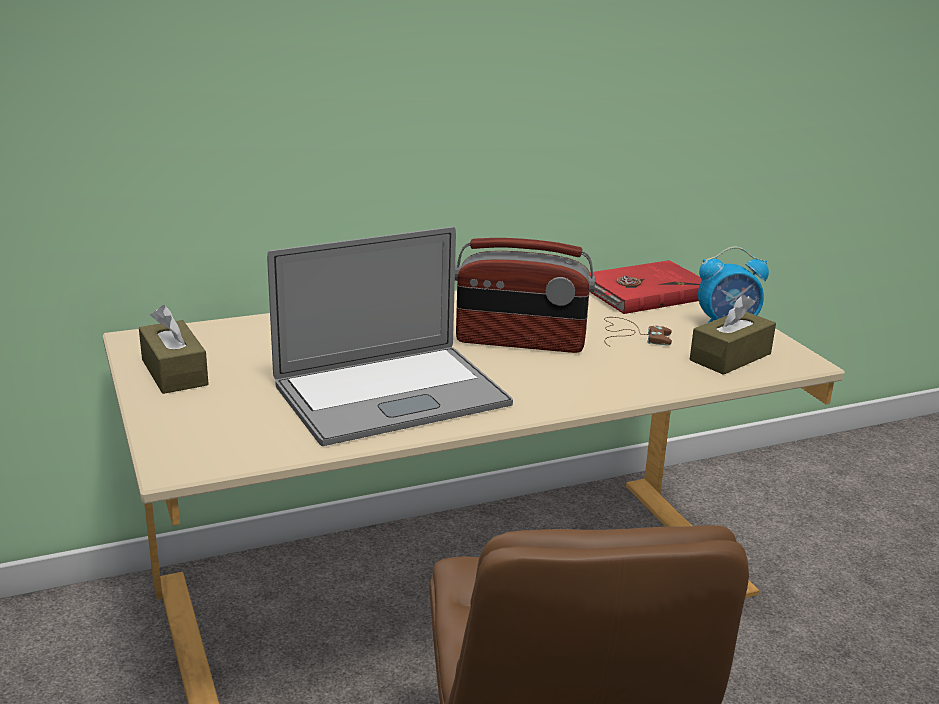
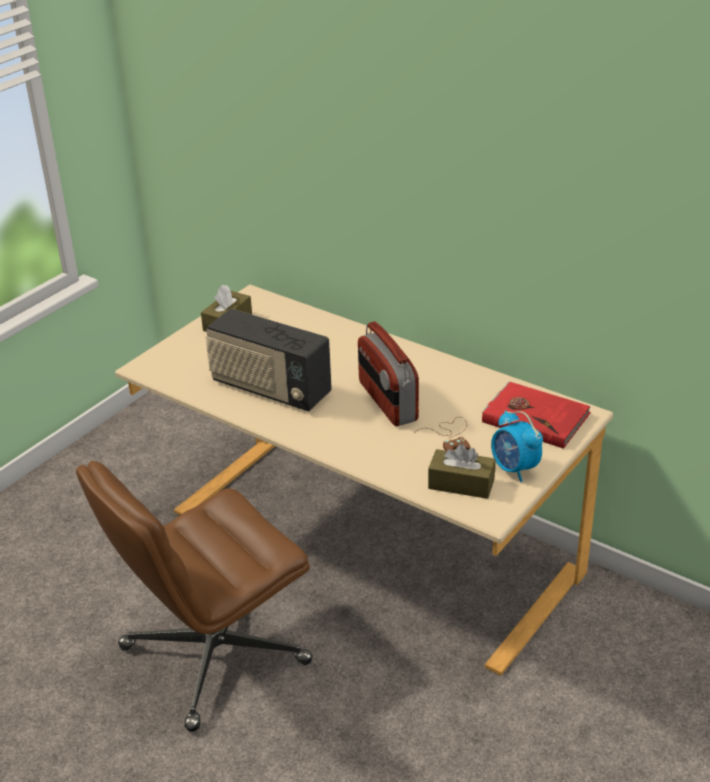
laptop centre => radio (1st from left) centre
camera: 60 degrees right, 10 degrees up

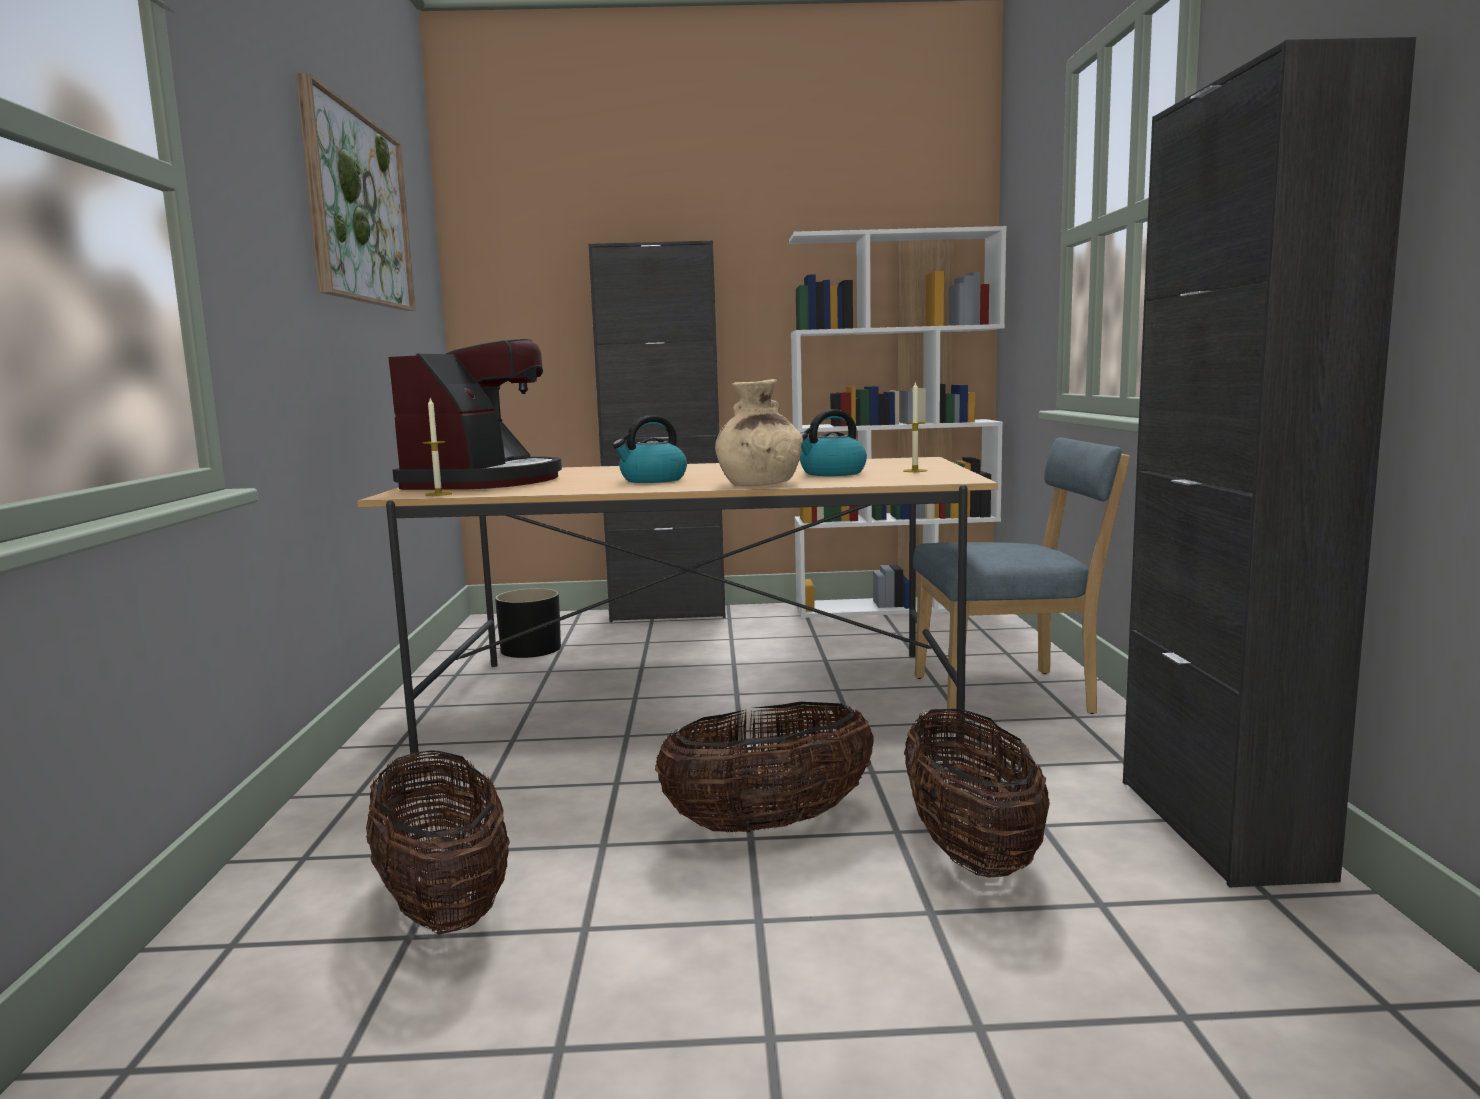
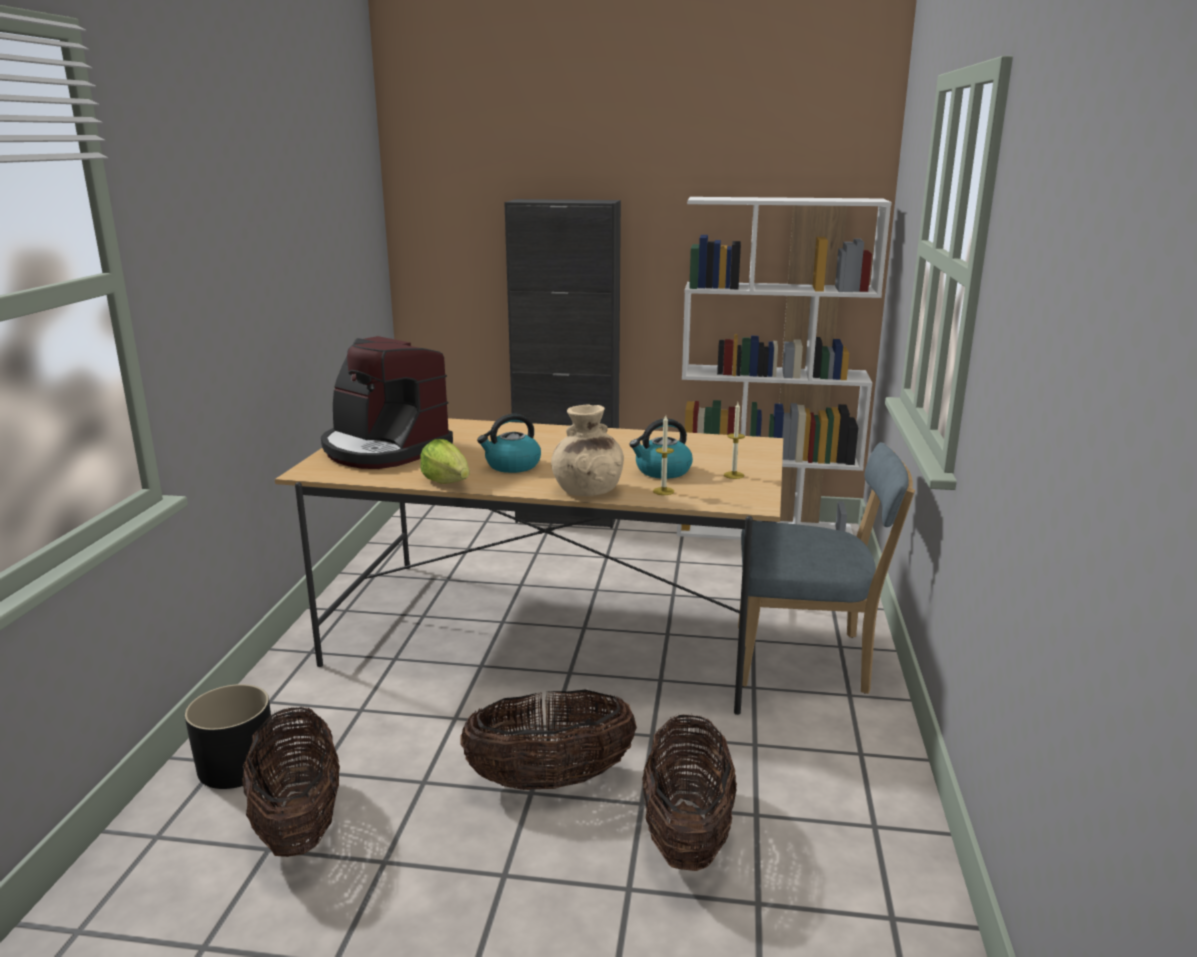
planter/black centre => planter/black bottom left, moved
coffee machine middle left, 105 degrees clockwise
nothing => lettuce centre
candle (1st from left) middle left => candle (1st from left) centre, moved
picture top left => nothing
cabinet/black (2nd from left) middle right => nothing
camera: 10 degrees right, 10 degrees up

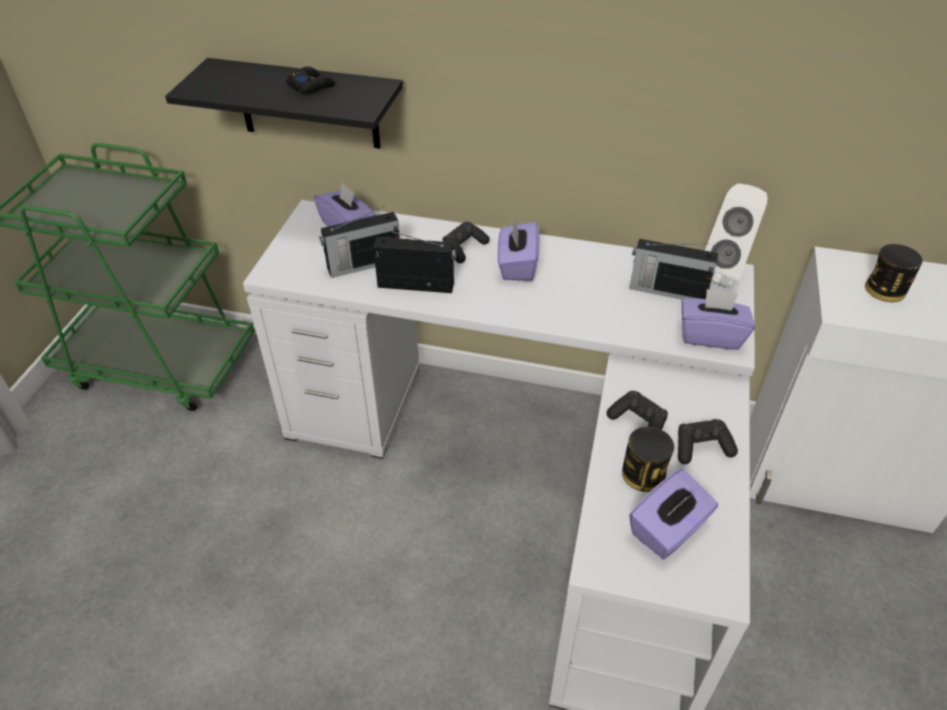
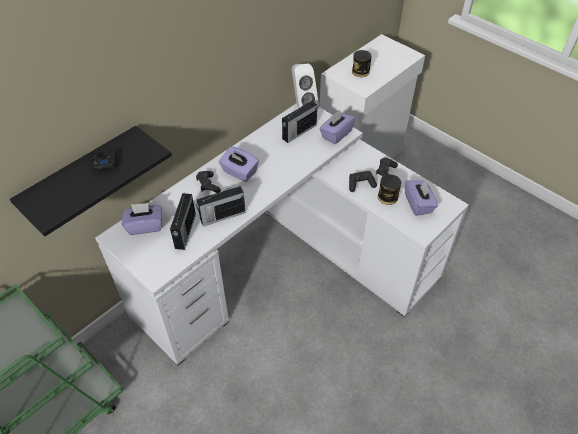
radio (2nd from left) centre, 150 degrees counterclockwise
camera: 60 degrees left, 5 degrees up

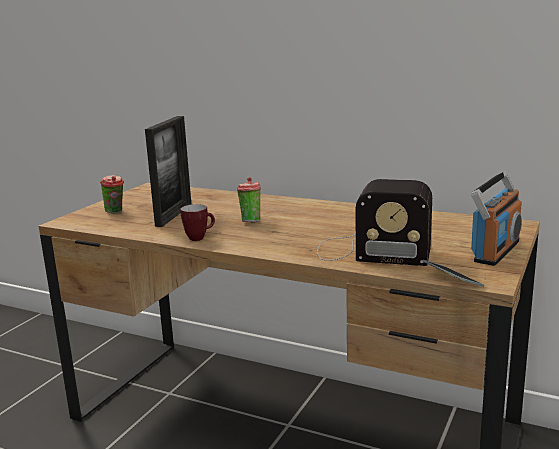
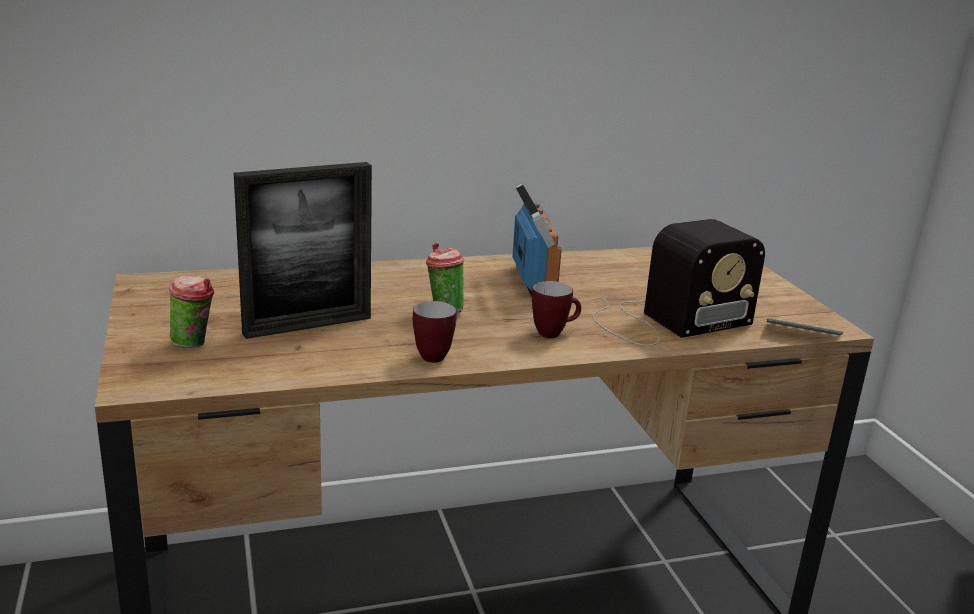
picture frame middle left, 90 degrees clockwise
radio (2nd from left in the first image) middle right => radio (1st from left) centre, moved
nothing => mug (2nd from left) centre
camera: 45 degrees left, 5 degrees up

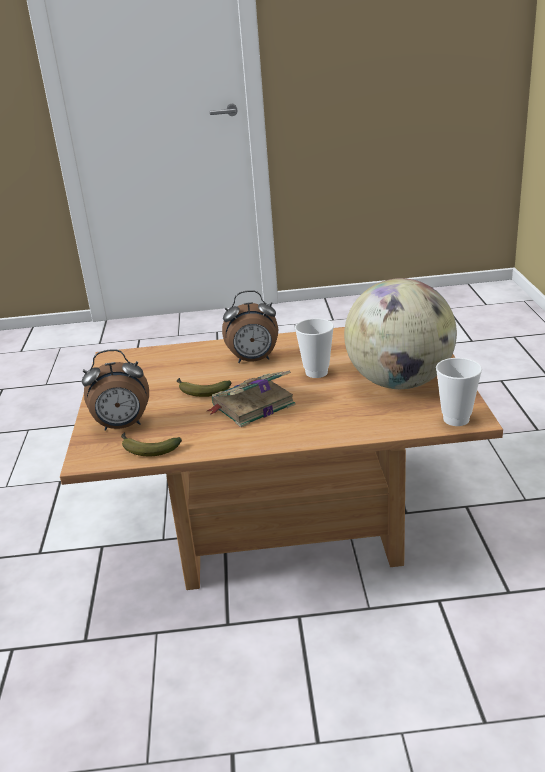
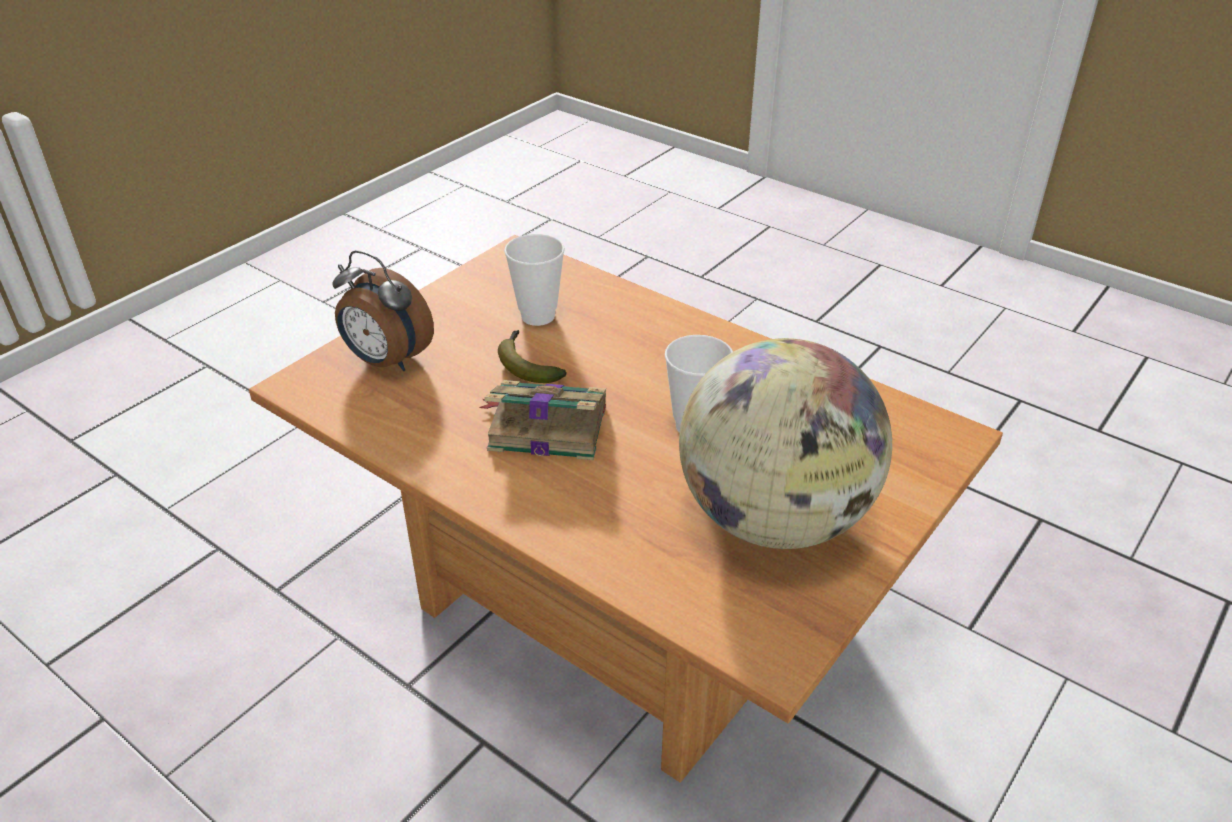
cup (2nd from left in the first image) middle right => cup (1st from left) centre, moved
banana (1st from left) middle left => nothing
alarm clock (2nd from left) centre => nothing
camera: 40 degrees right, 10 degrees up

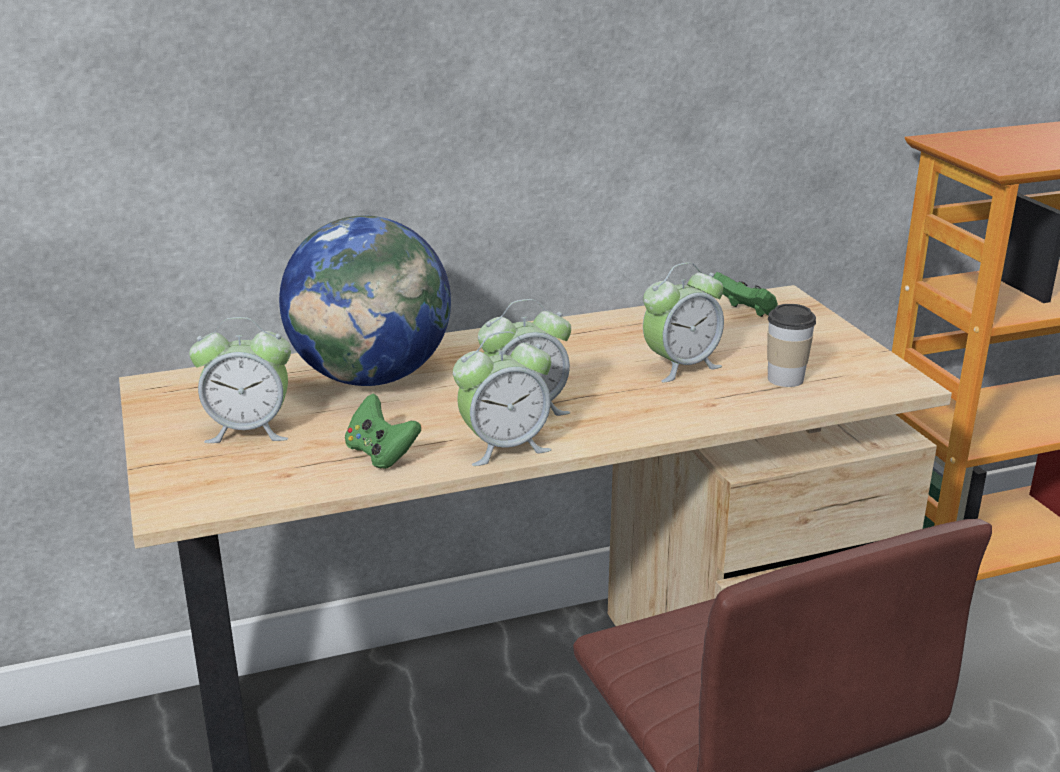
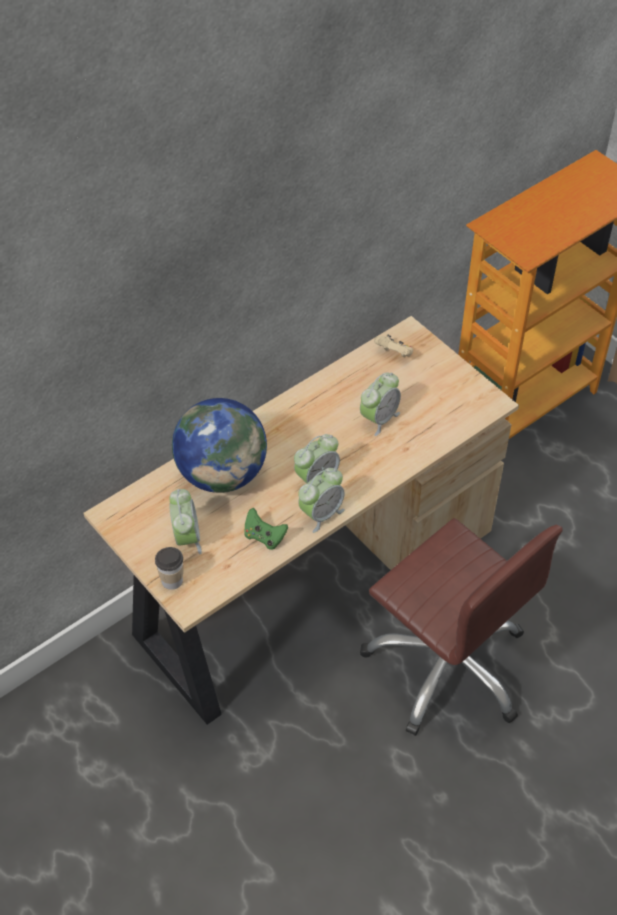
cup middle right => cup middle left, moved
alarm clock (1st from left) middle left, 75 degrees counterclockwise
game controller/green (2nd from left) middle right => game controller/beige centre
camera: 20 degrees left, 25 degrees up

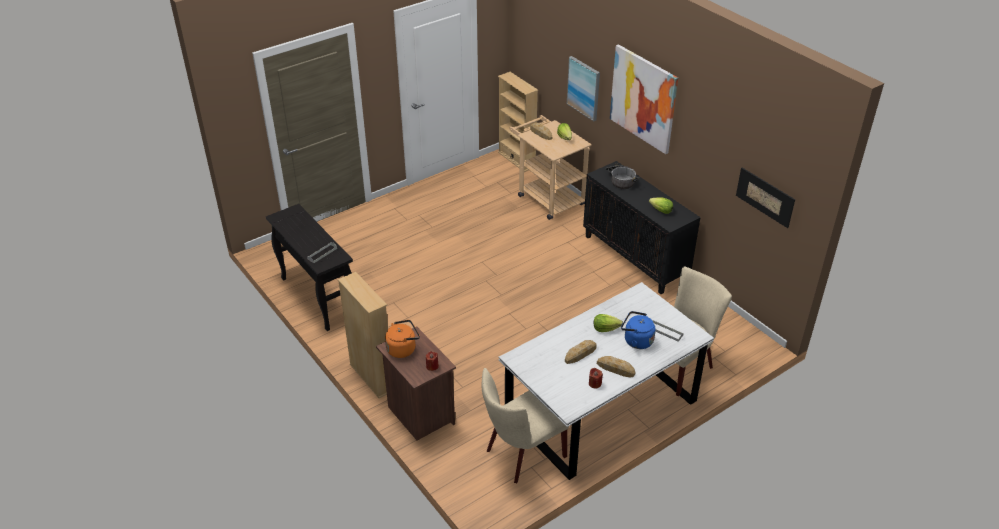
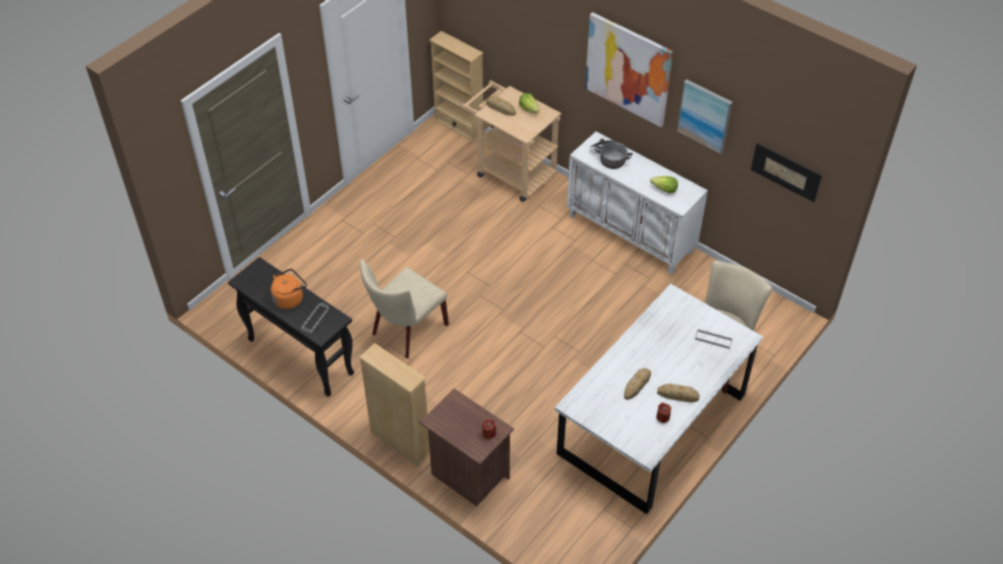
kettle/orange centre => kettle/orange middle left, moved
chair/beige (1st from left) bottom centre => chair/beige (1st from left) centre, moved
cabinet/black centre => cabinet/white centre
picture (1st from left in the first image) top centre => picture (2nd from left) top right, moved
lettuce (2nd from left) centre => nothing
kettle/blue centre => nothing
camera: 15 degrees left, 10 degrees up

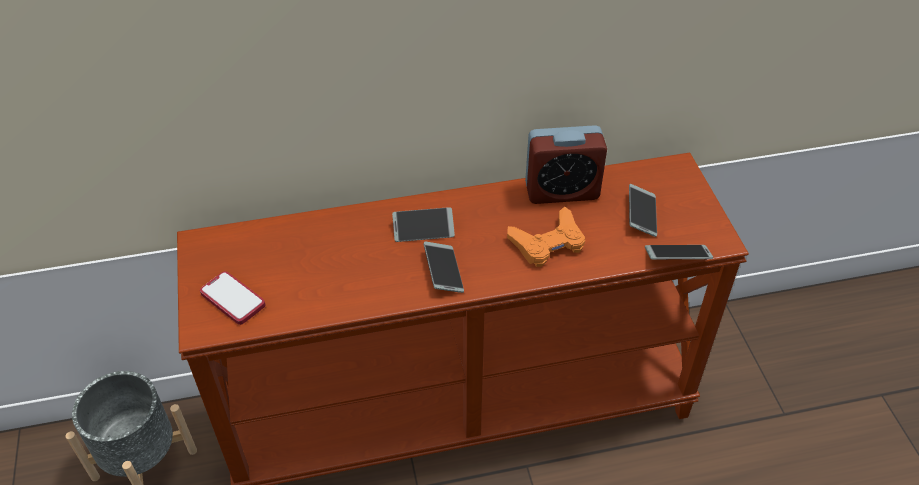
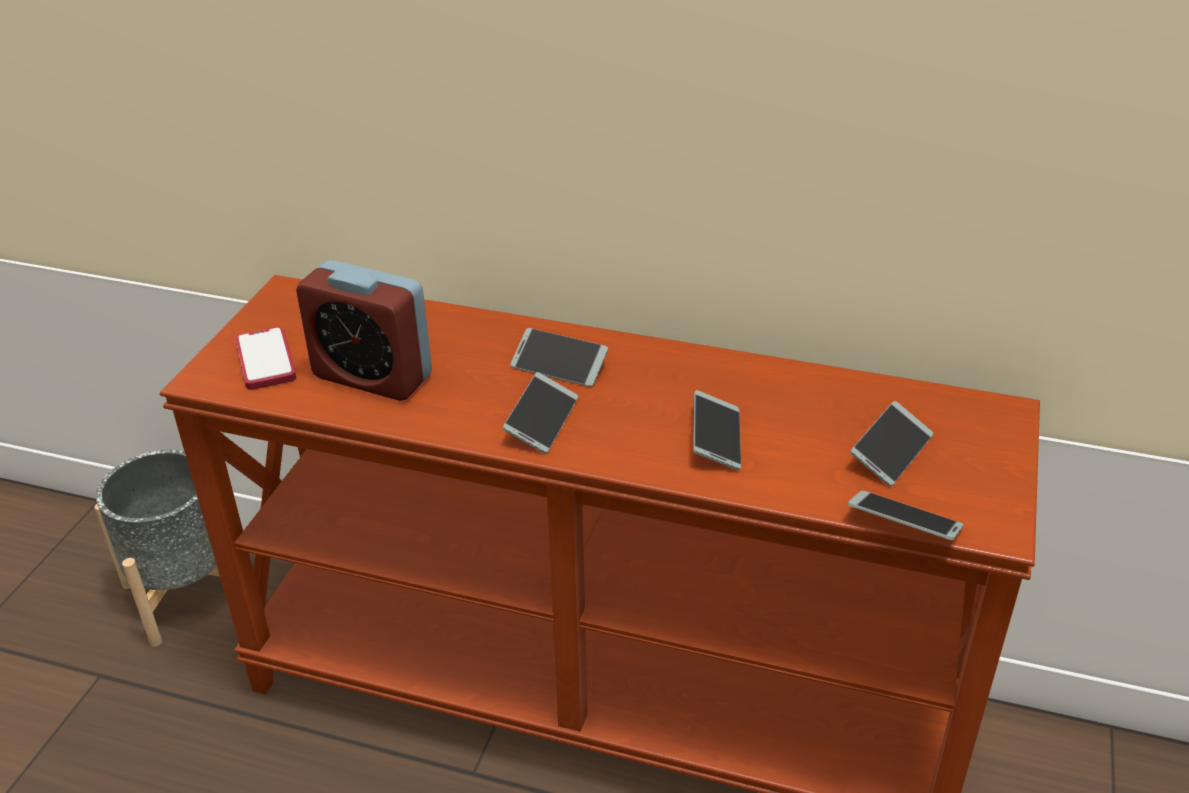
alarm clock centre => alarm clock middle left, moved
game controller/orange centre => phone (4th from left) centre
camera: 30 degrees right, 10 degrees down

